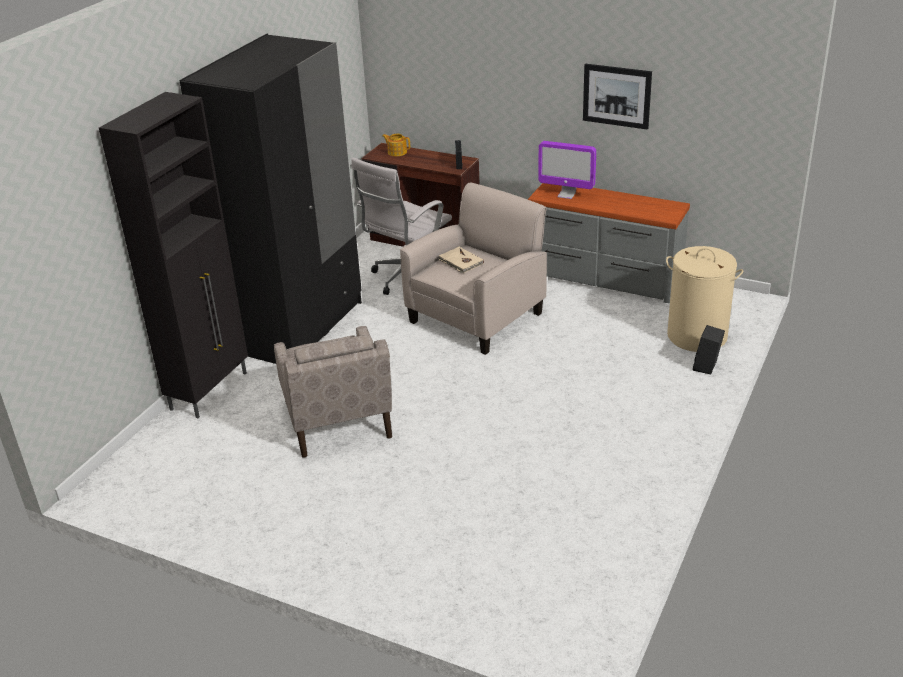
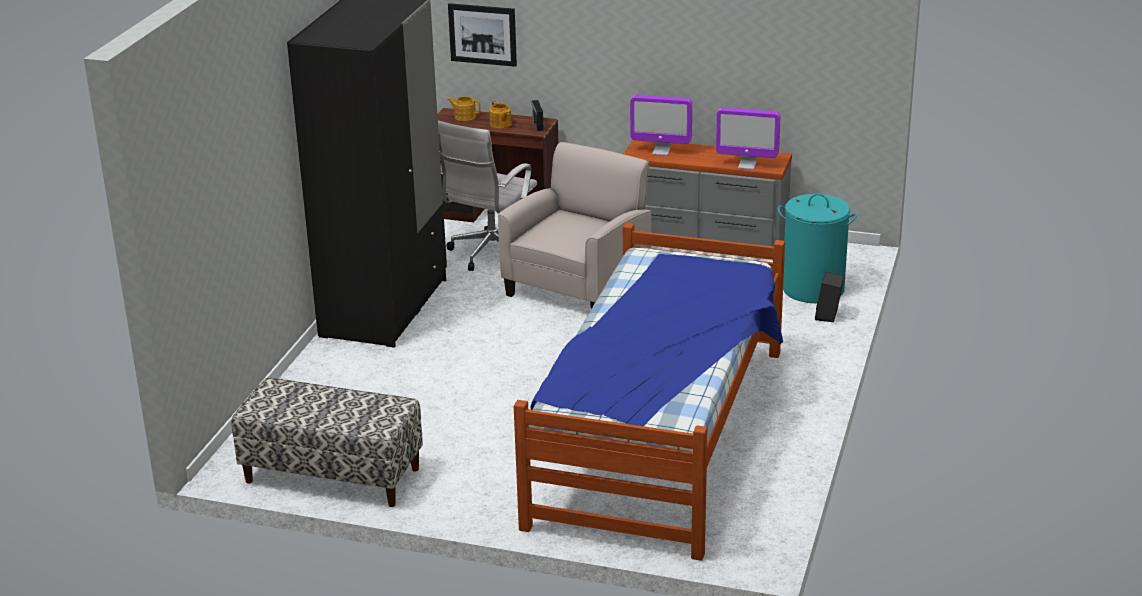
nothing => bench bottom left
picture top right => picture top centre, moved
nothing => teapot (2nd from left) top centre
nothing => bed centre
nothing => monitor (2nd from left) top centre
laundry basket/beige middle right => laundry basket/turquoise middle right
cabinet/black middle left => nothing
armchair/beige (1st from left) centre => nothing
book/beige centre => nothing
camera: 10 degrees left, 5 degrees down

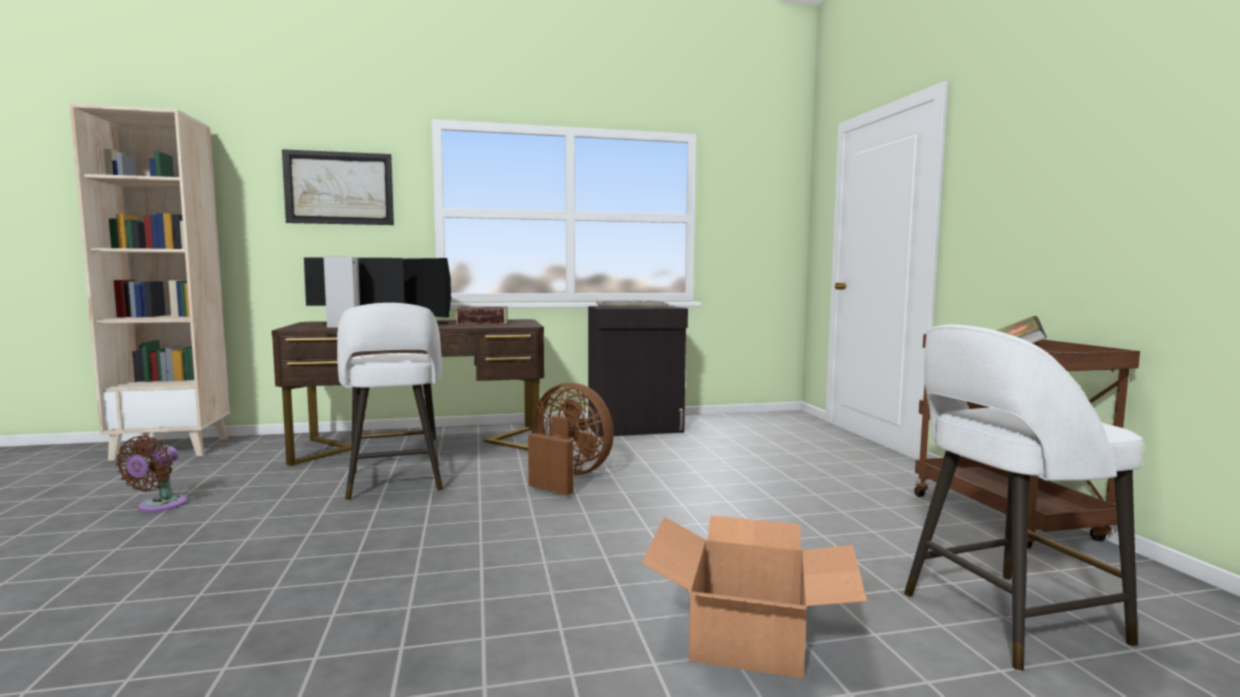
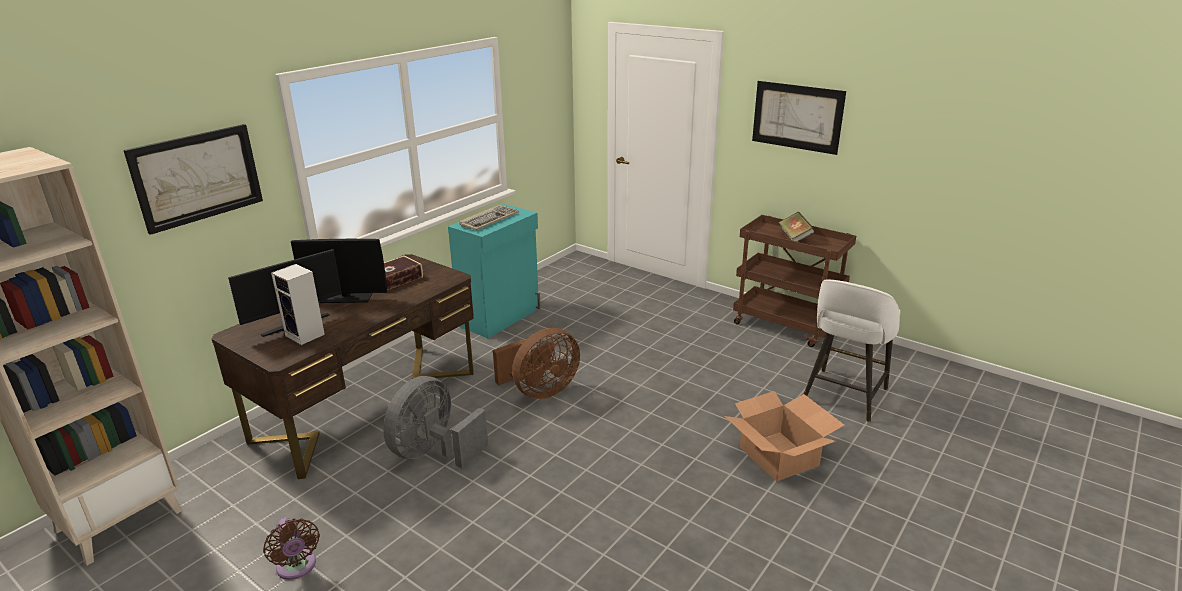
stool/white (1st from left) middle left => fan/grey bottom centre
cabinet/black centre => cabinet/turquoise centre
fan/brown (2nd from left) centre, 150 degrees clockwise
nothing => picture (2nd from left) top right
camera: 40 degrees left, 20 degrees up

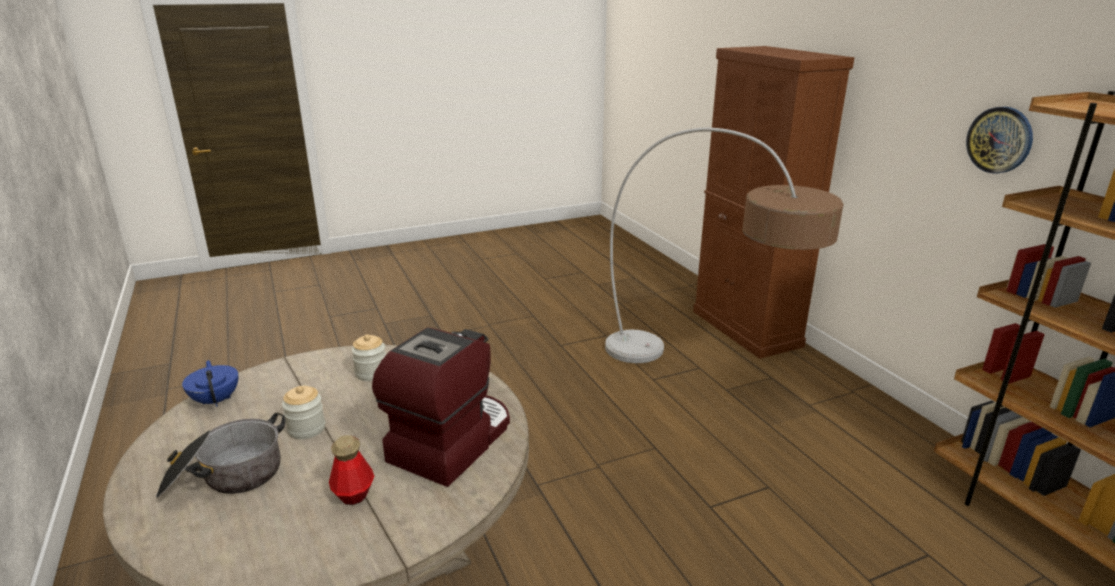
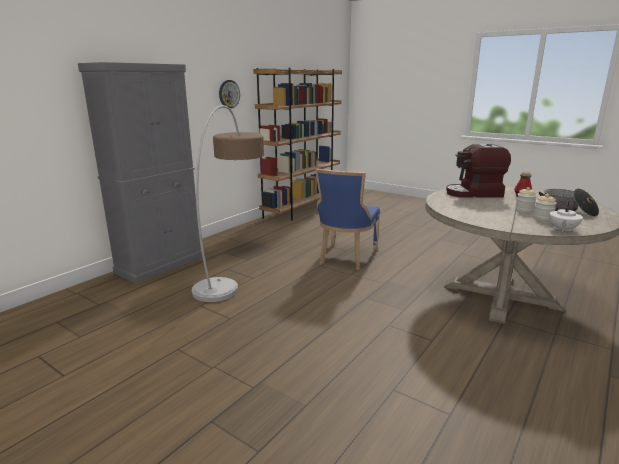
cabinet/brown middle right => cabinet/grey middle left
nothing => chair/blue centre
jar (2nd from left) middle left => jar (2nd from left) middle right, moved
teapot/blue middle left => teapot/white middle right
camera: 120 degrees left, 5 degrees down

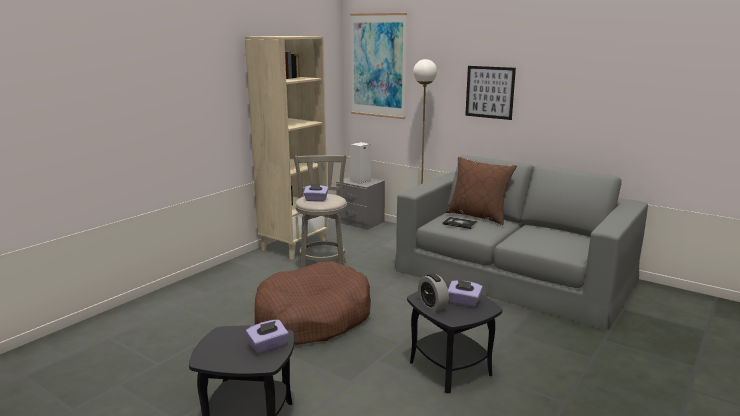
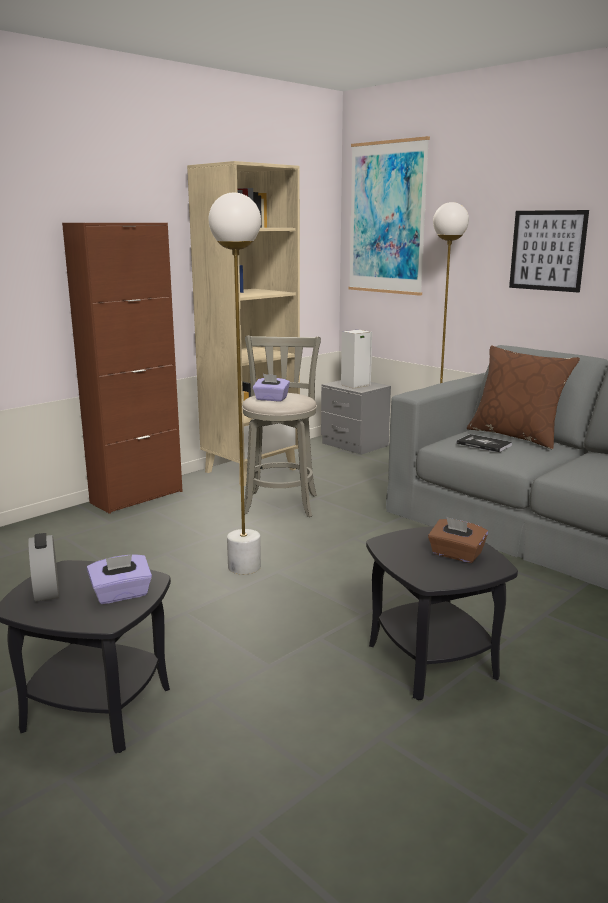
alarm clock bottom centre => alarm clock middle left, moved
nothing => cabinet/brown middle left
dog bed/brown bottom centre => floor lamp/white (1st from left) centre
tissue box/purple (3rd from left) bottom centre => tissue box/brown middle right
camera: 10 degrees right, 0 degrees up

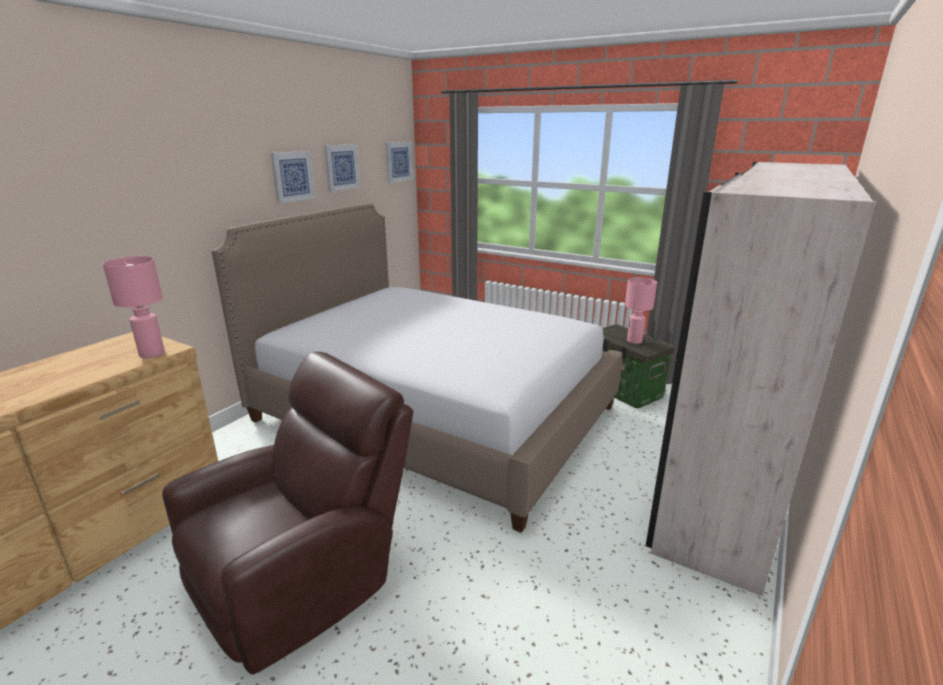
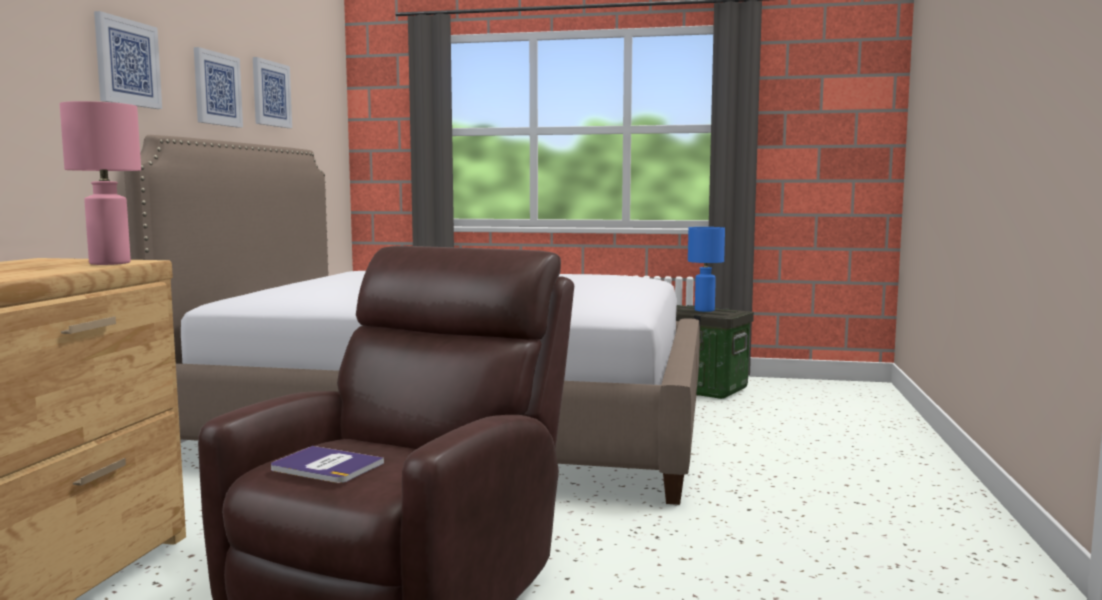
picture (3rd from left in the first image) top centre => picture (1st from left) top left, moved
nothing => book bottom left
table lamp/pink (2nd from left) middle right => table lamp/blue centre
wardrobe/white middle right => nothing
camera: 20 degrees left, 15 degrees down

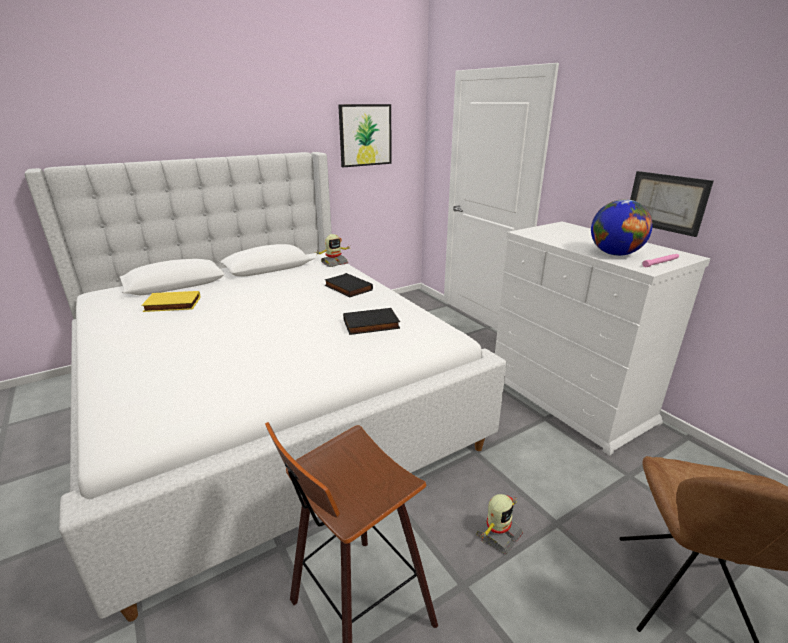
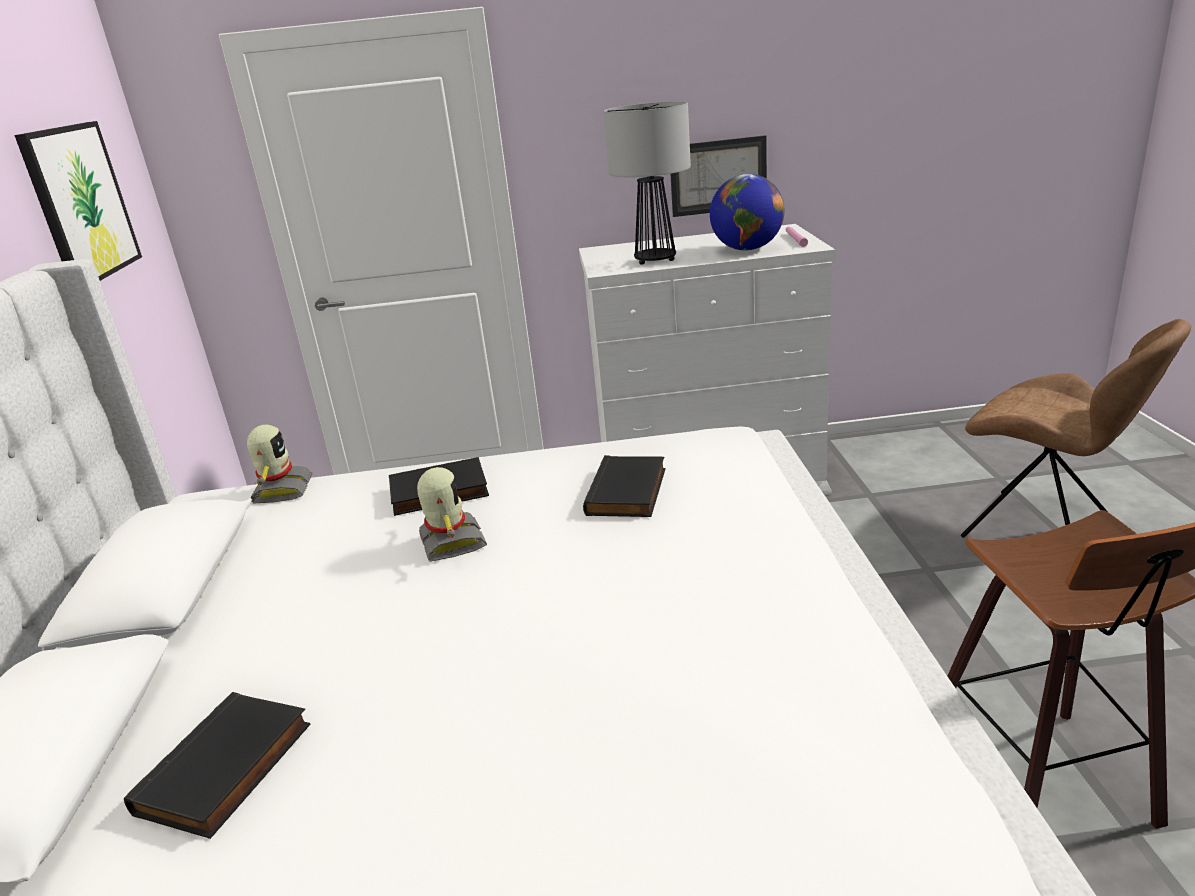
book/yellow middle left => book/black (1st from left) bottom left
toy robot (2nd from left) bottom centre => toy robot (2nd from left) centre, moved
nothing => table lamp top centre
camera: 60 degrees left, 0 degrees up

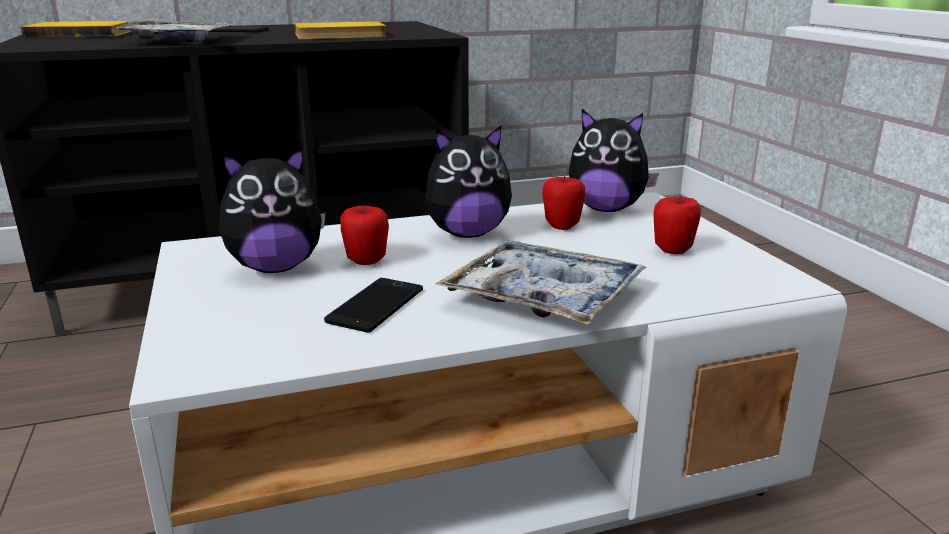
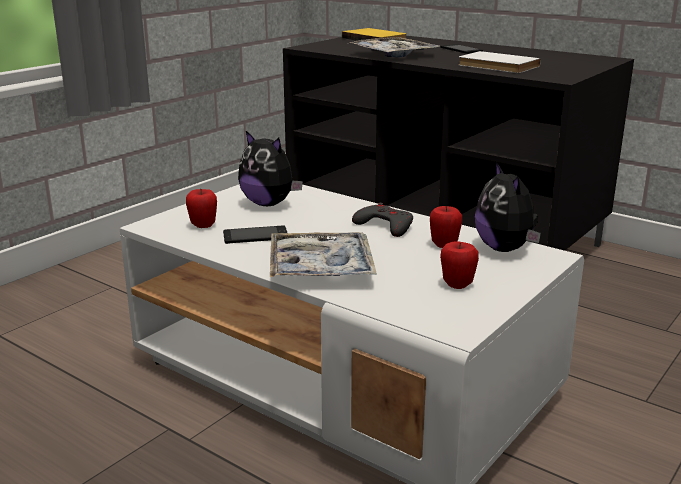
apple (1st from left) centre => apple (1st from left) middle left, moved
plush toy (2nd from left) centre => game controller/grey centre
book/yellow (2nd from left) top centre => book/white top right
camera: 55 degrees right, 0 degrees up

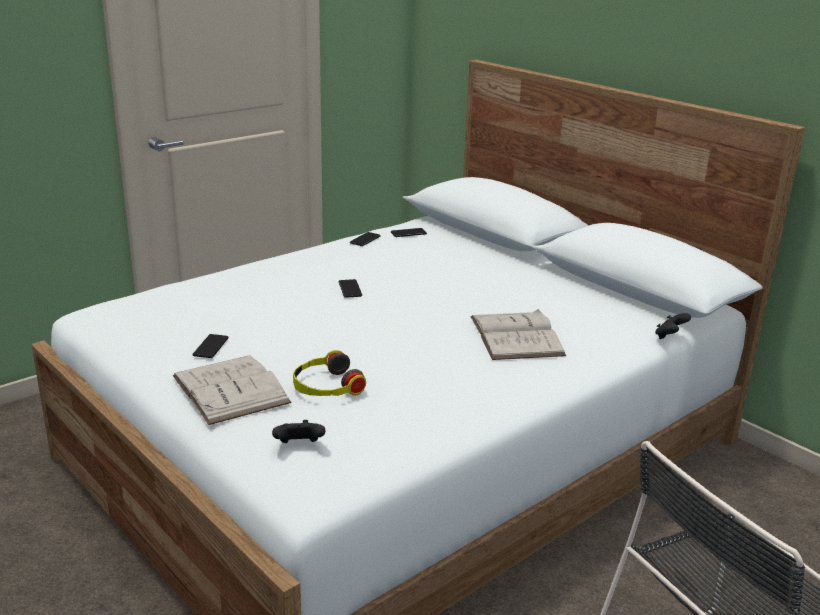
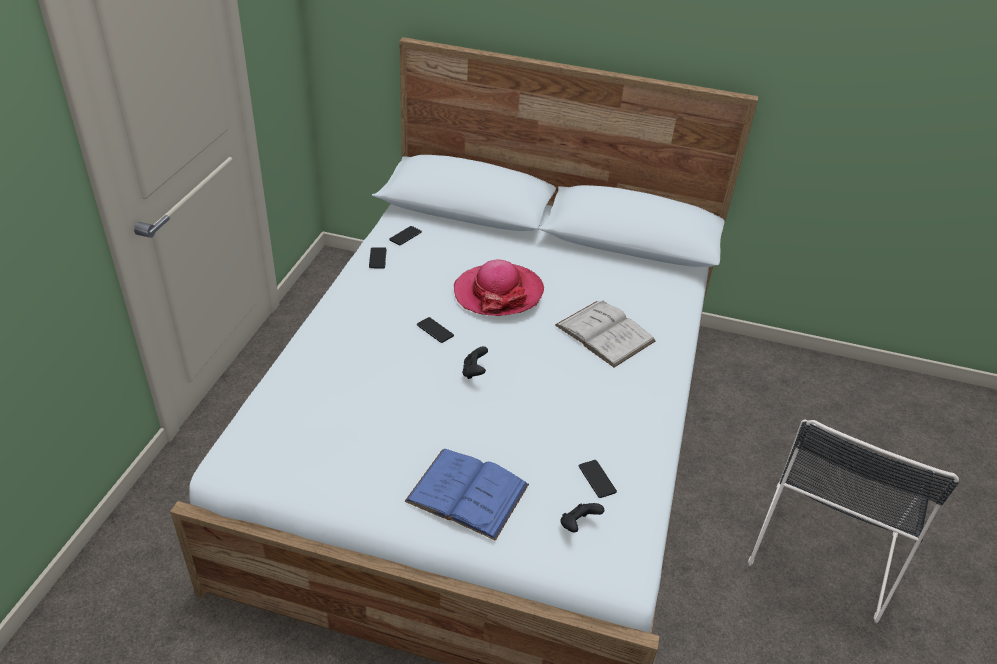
book/white (1st from left) middle left => book/blue bottom centre
nothing => hat centre
game controller/black (2nd from left in the first image) middle right => game controller/black (1st from left) centre, moved
phone (1st from left in the first image) middle left => phone (4th from left) bottom centre, moved
headphones centre => nothing
camera: 35 degrees left, 15 degrees up

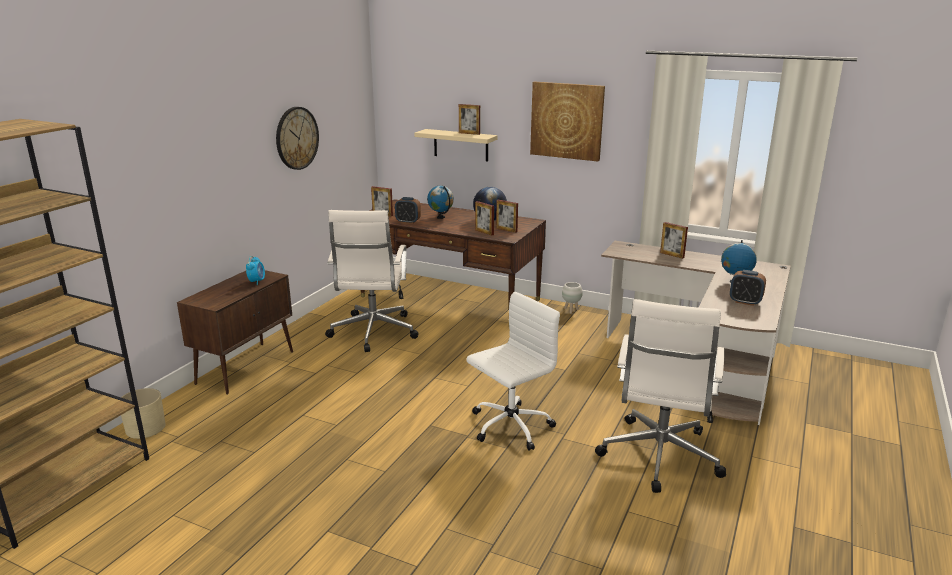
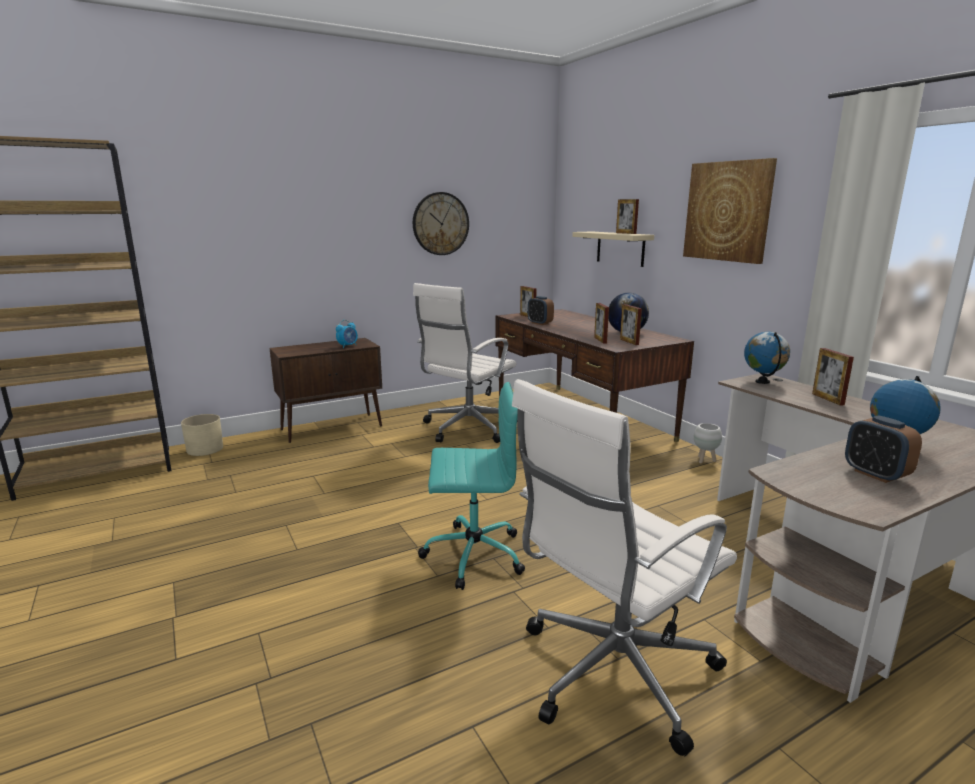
office chair/white (2nd from left) centre => office chair/turquoise centre
globe (1st from left in the first image) centre => globe (2nd from left) middle right, moved
camera: 35 degrees right, 5 degrees down

